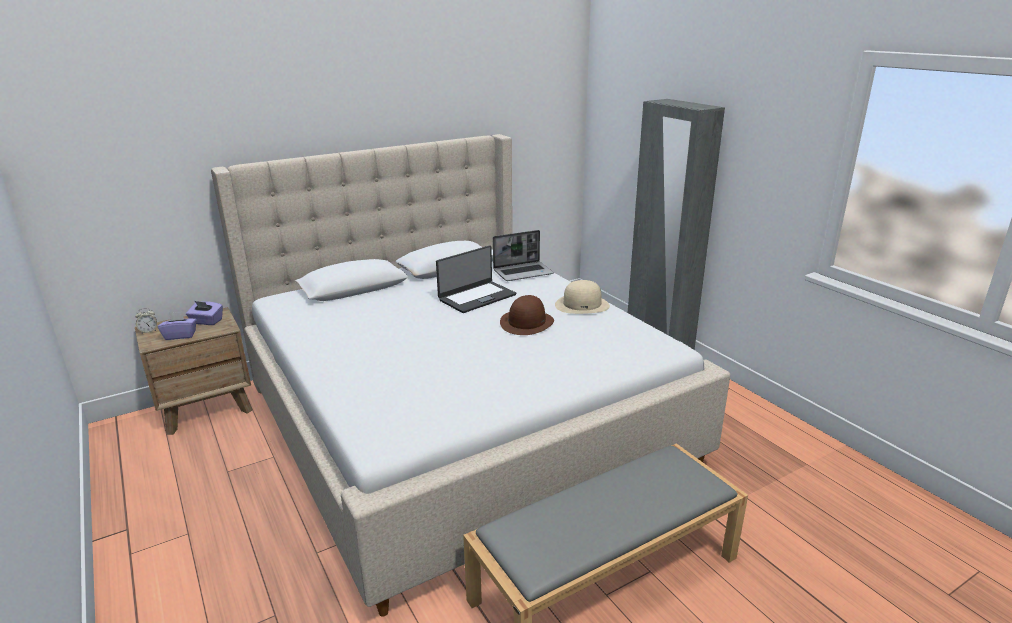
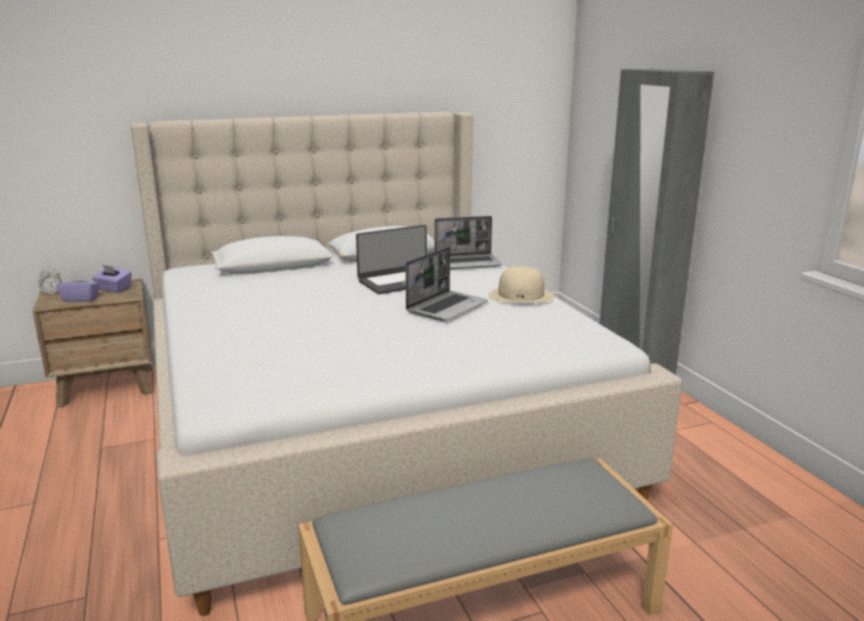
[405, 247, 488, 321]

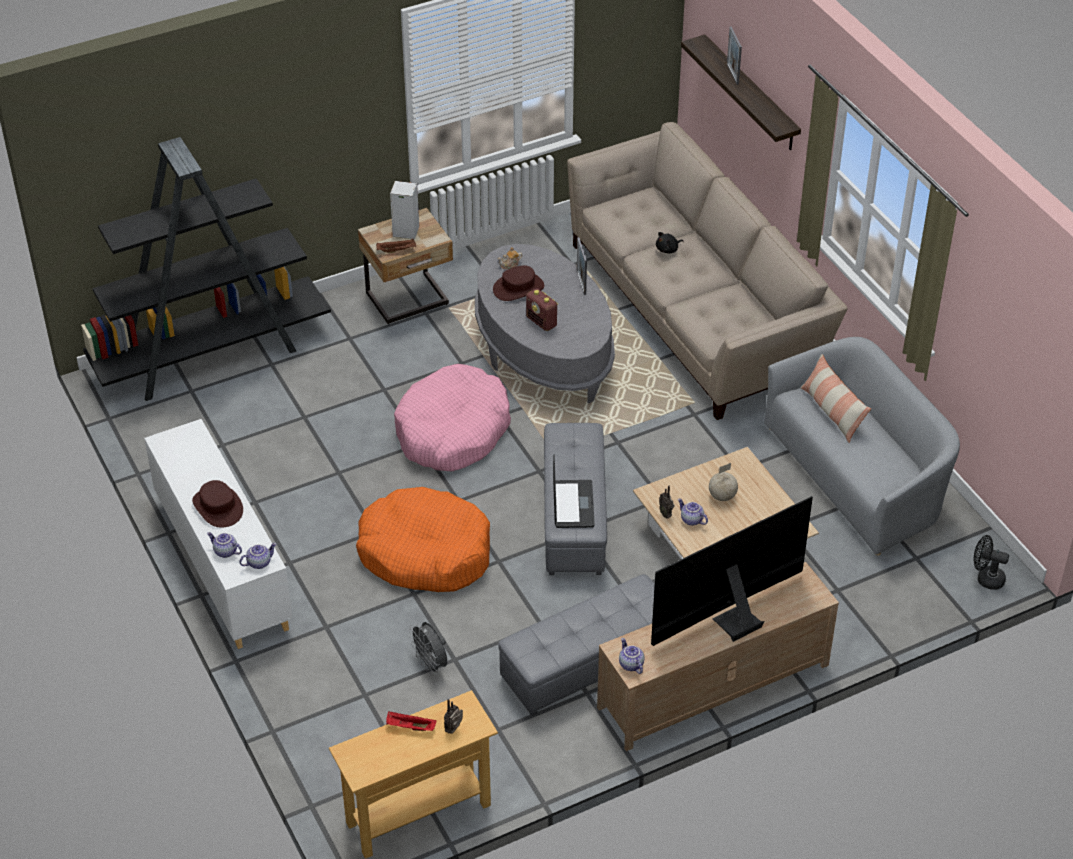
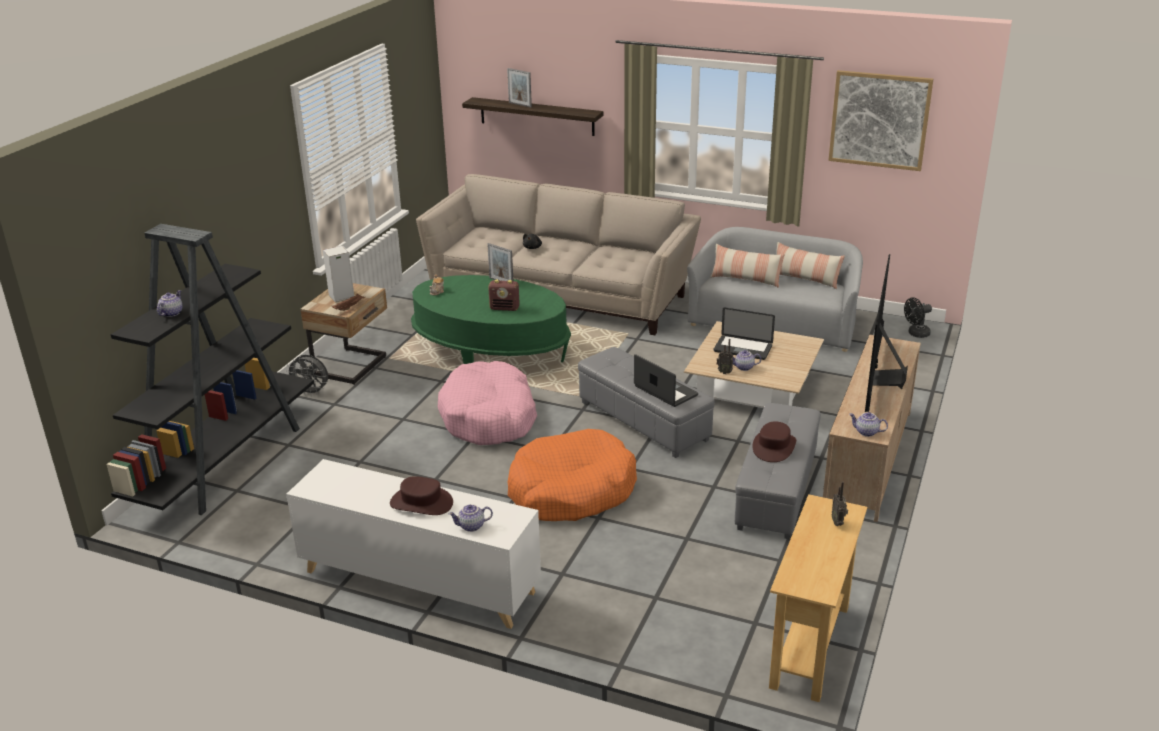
[157, 290, 183, 317]
[286, 355, 328, 396]
[411, 275, 571, 364]
[714, 307, 775, 360]
[753, 421, 796, 462]
[776, 242, 845, 289]
[828, 70, 933, 171]
[386, 711, 436, 731] (first image)

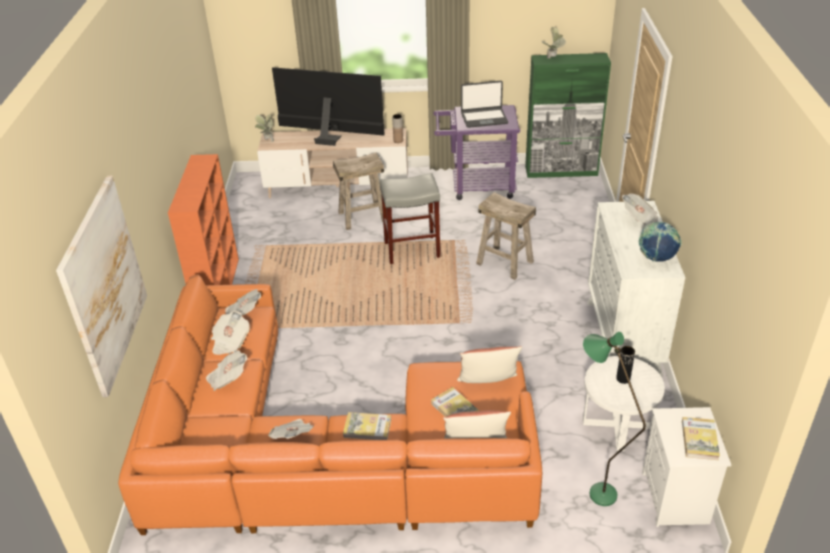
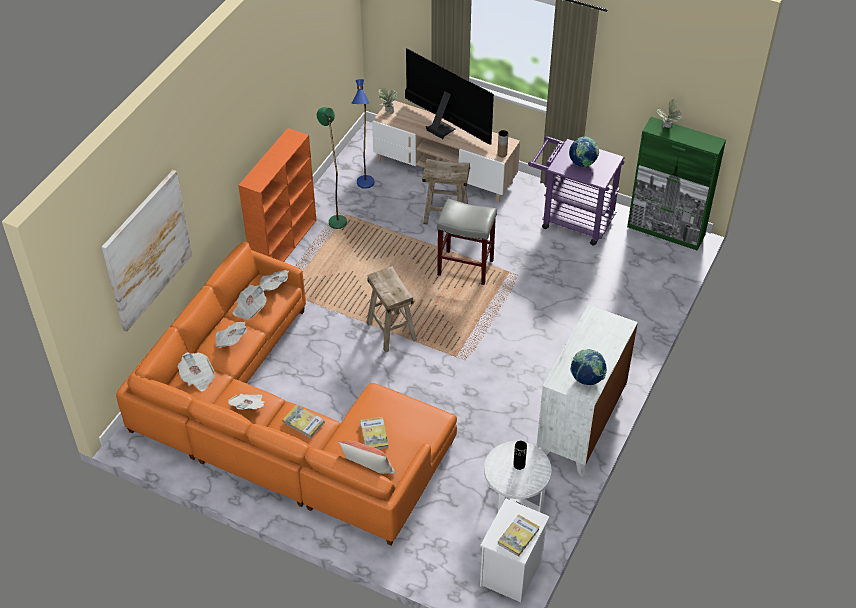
[178, 352, 216, 391]
[317, 107, 347, 229]
[352, 79, 374, 189]
[367, 266, 417, 353]
[569, 137, 599, 168]
[457, 346, 522, 383] (first image)

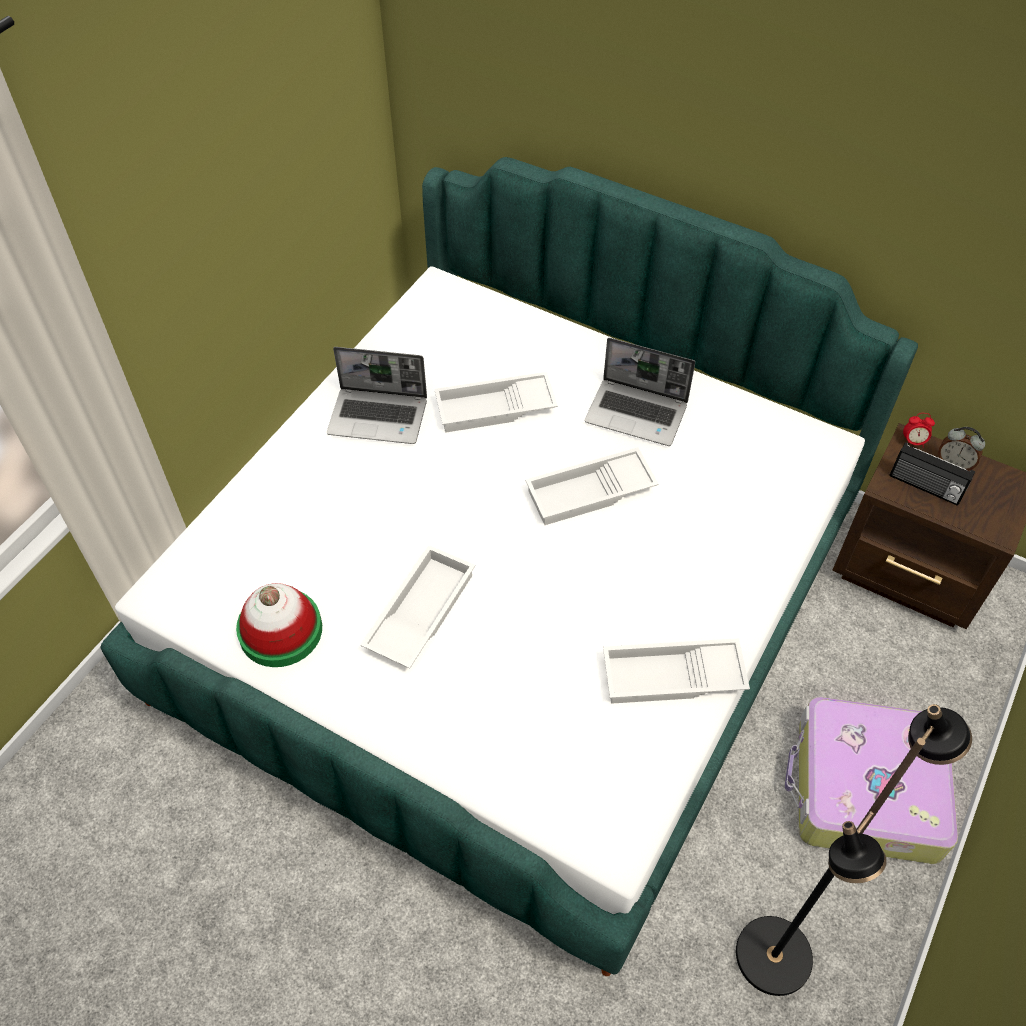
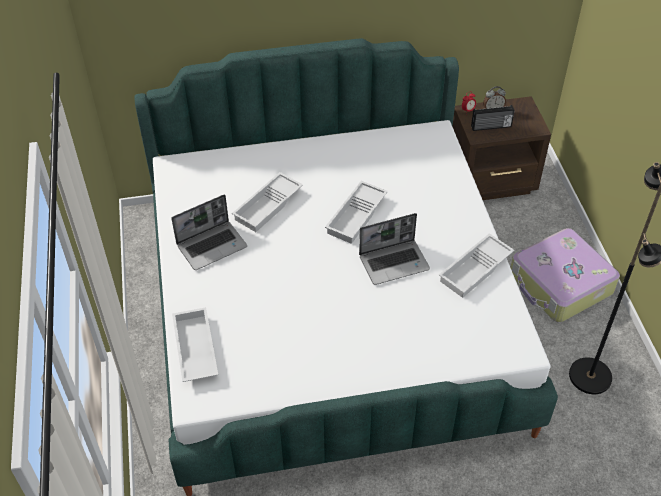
[172, 307, 218, 382]
[359, 213, 430, 285]
[236, 583, 322, 667] (first image)

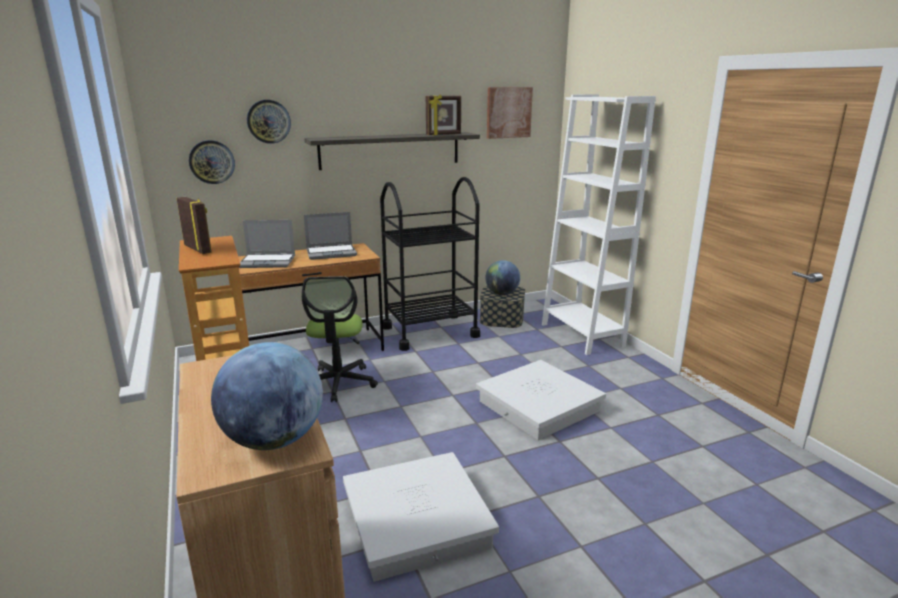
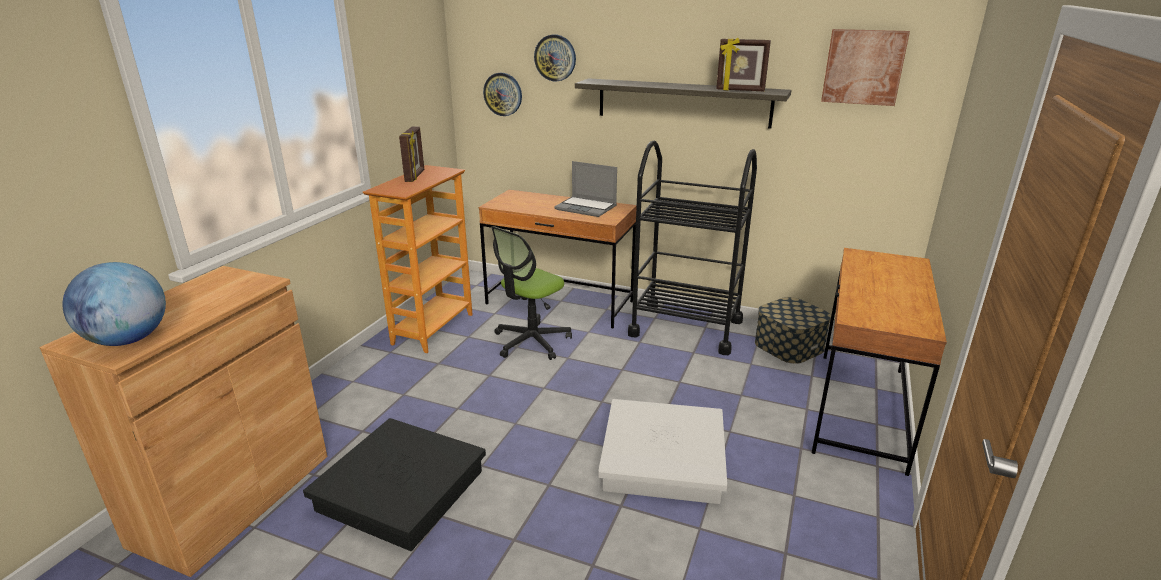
[303, 418, 486, 551]
[812, 248, 947, 476]
[239, 220, 295, 268] (first image)
[485, 260, 520, 295] (first image)

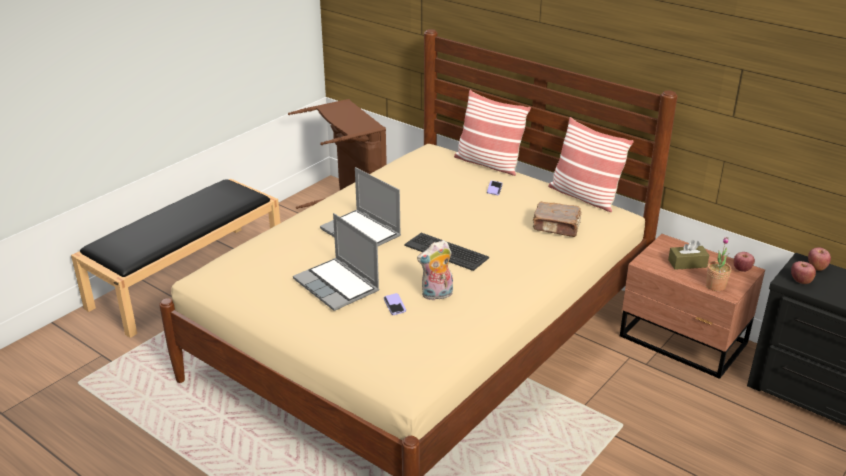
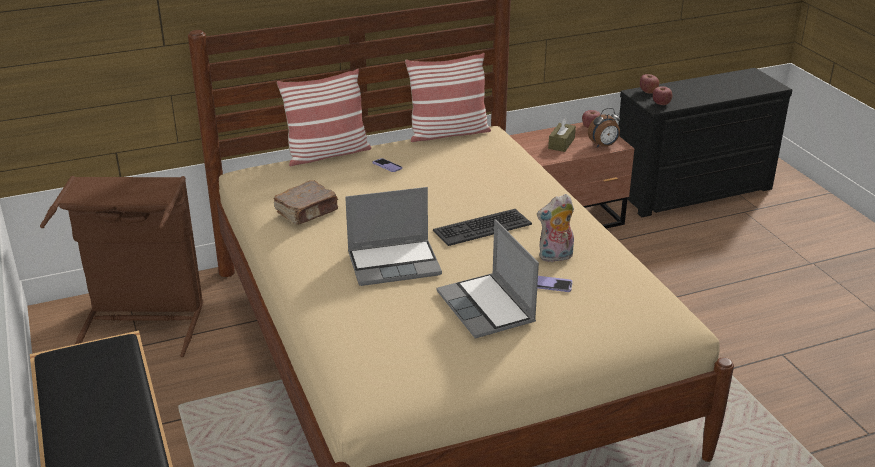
[273, 180, 338, 225]
[437, 219, 539, 339]
[537, 194, 574, 262]
[588, 108, 620, 148]

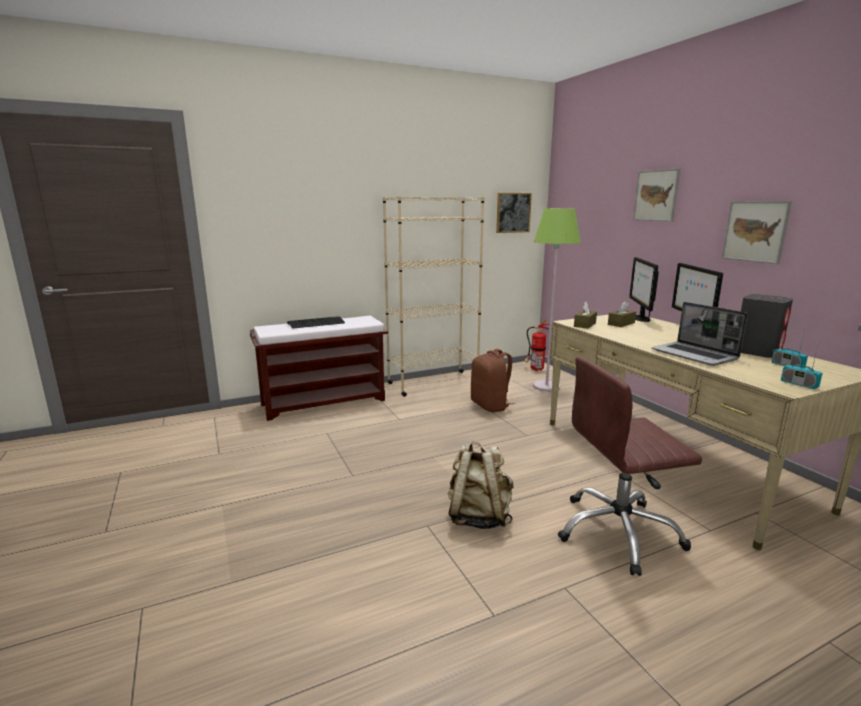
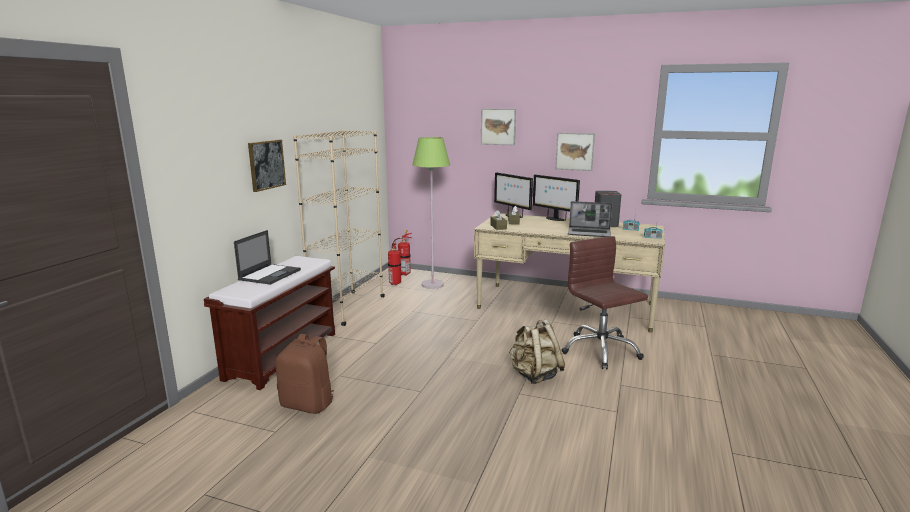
[234, 230, 301, 285]
[248, 139, 286, 192]
[276, 334, 334, 414]
[388, 242, 401, 286]
[561, 236, 648, 369]

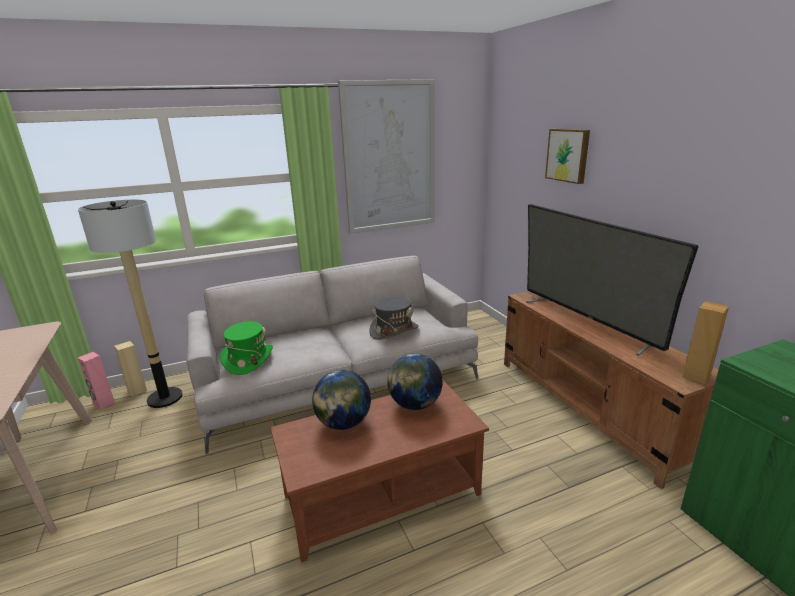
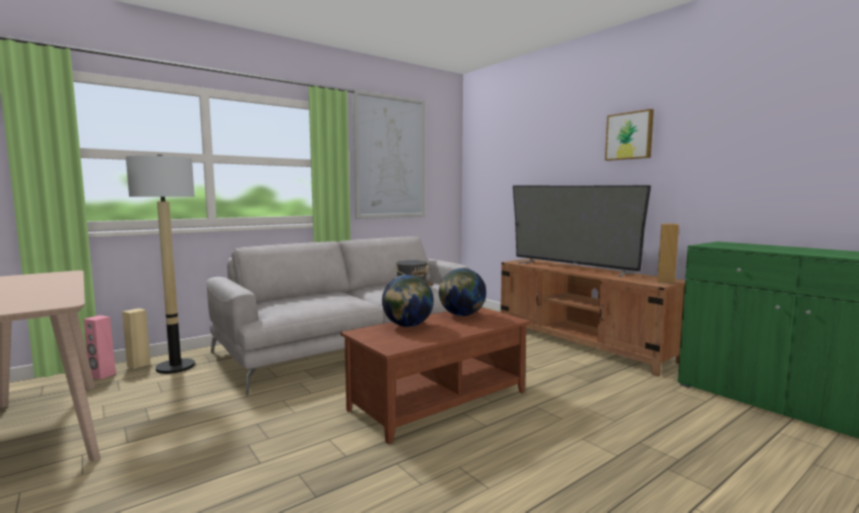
[605, 109, 654, 161]
[220, 321, 273, 375] (first image)

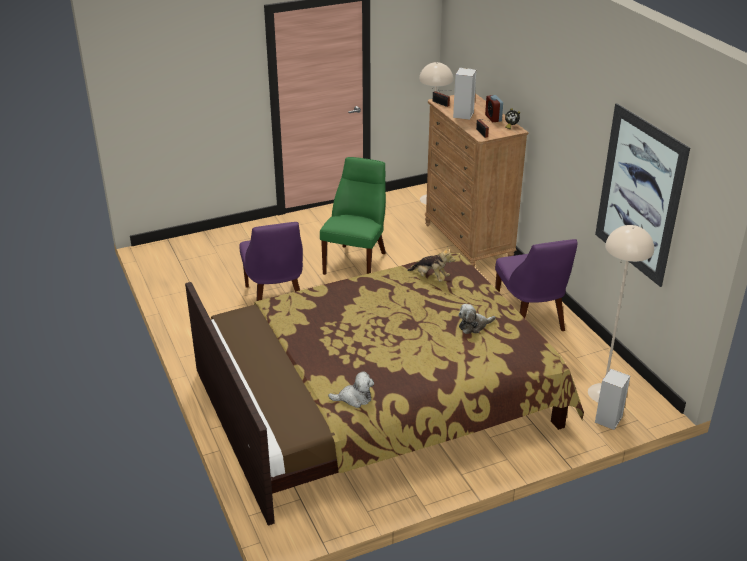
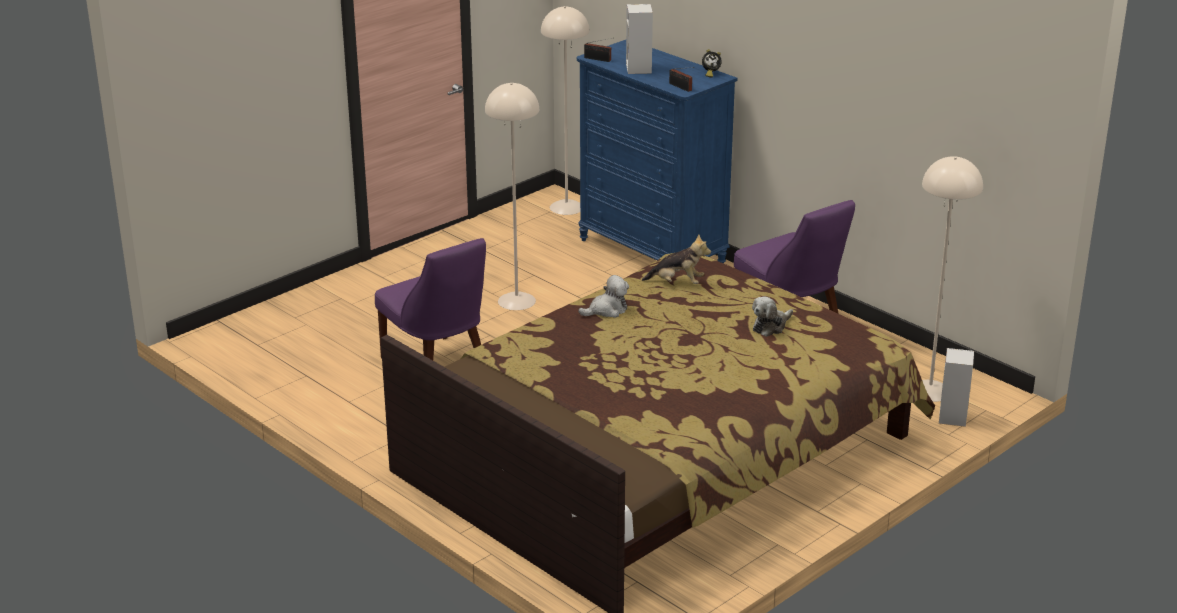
[485, 83, 539, 310]
[577, 40, 737, 263]
[578, 275, 629, 318]
[485, 95, 503, 122] (first image)
[595, 103, 690, 287] (first image)

